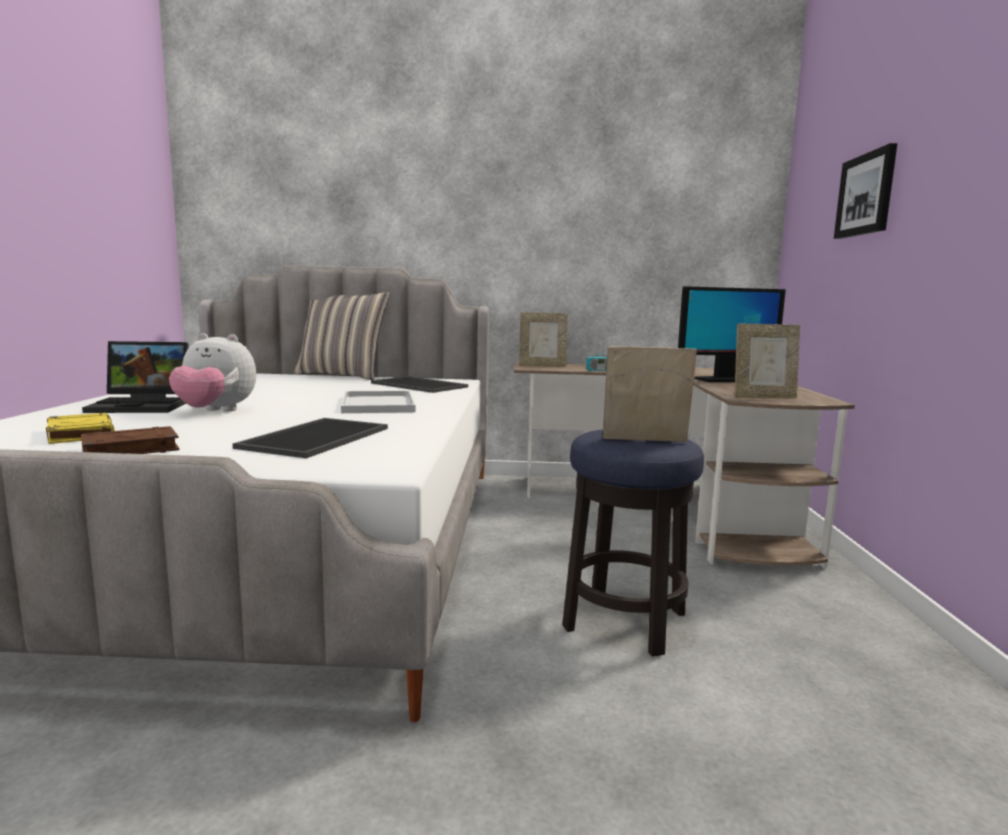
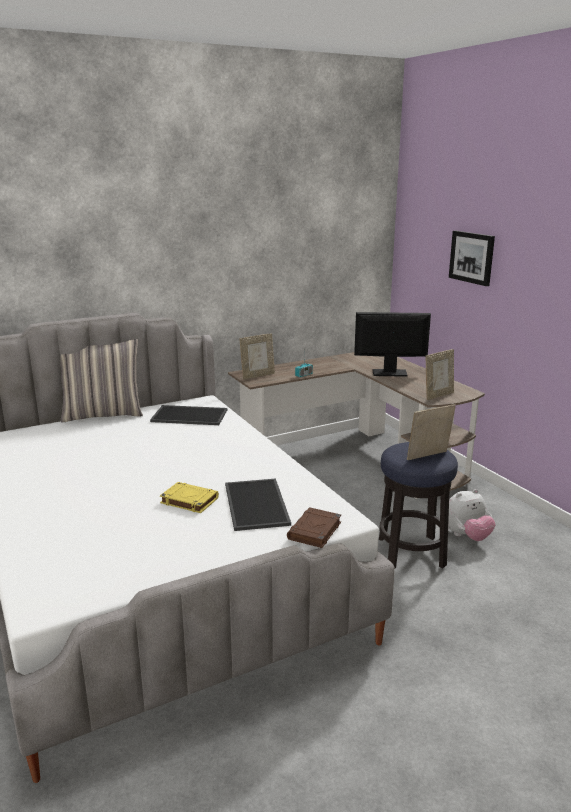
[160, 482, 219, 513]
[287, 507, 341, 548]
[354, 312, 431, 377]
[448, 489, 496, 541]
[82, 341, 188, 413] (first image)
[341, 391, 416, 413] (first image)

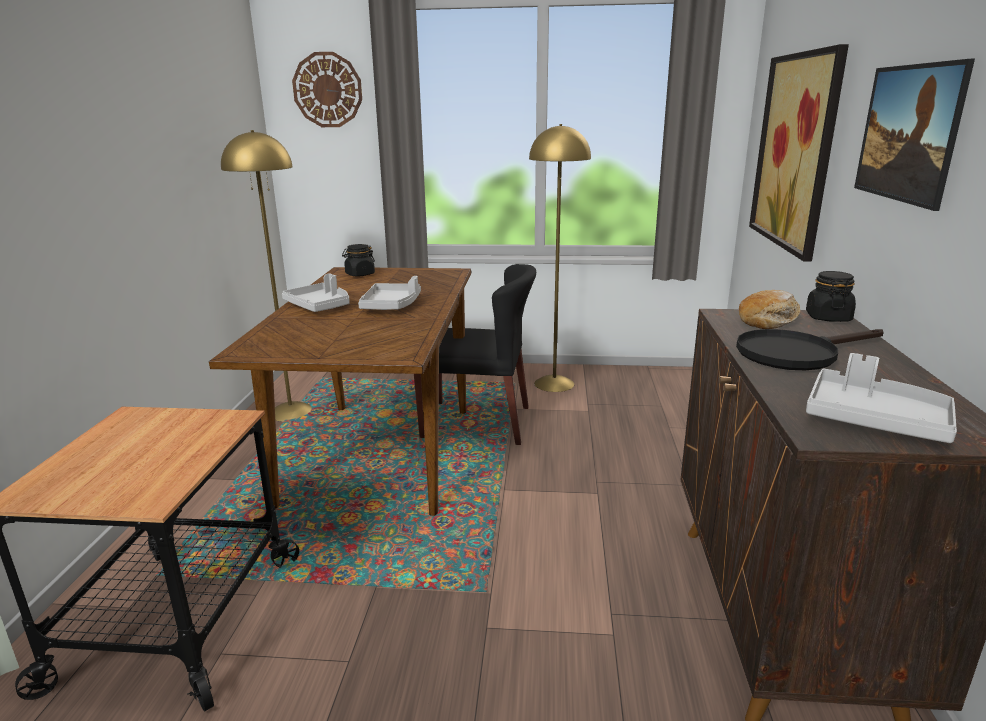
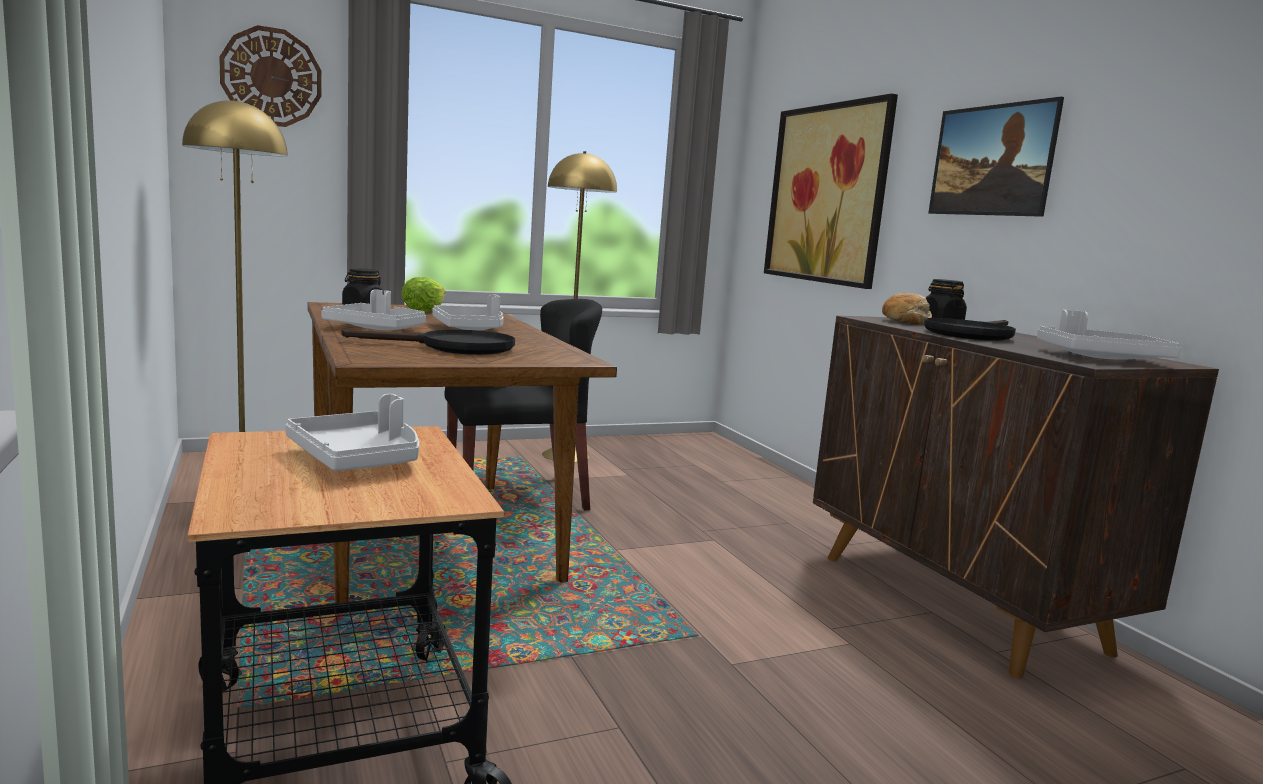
[286, 394, 419, 471]
[341, 330, 515, 355]
[401, 277, 446, 312]

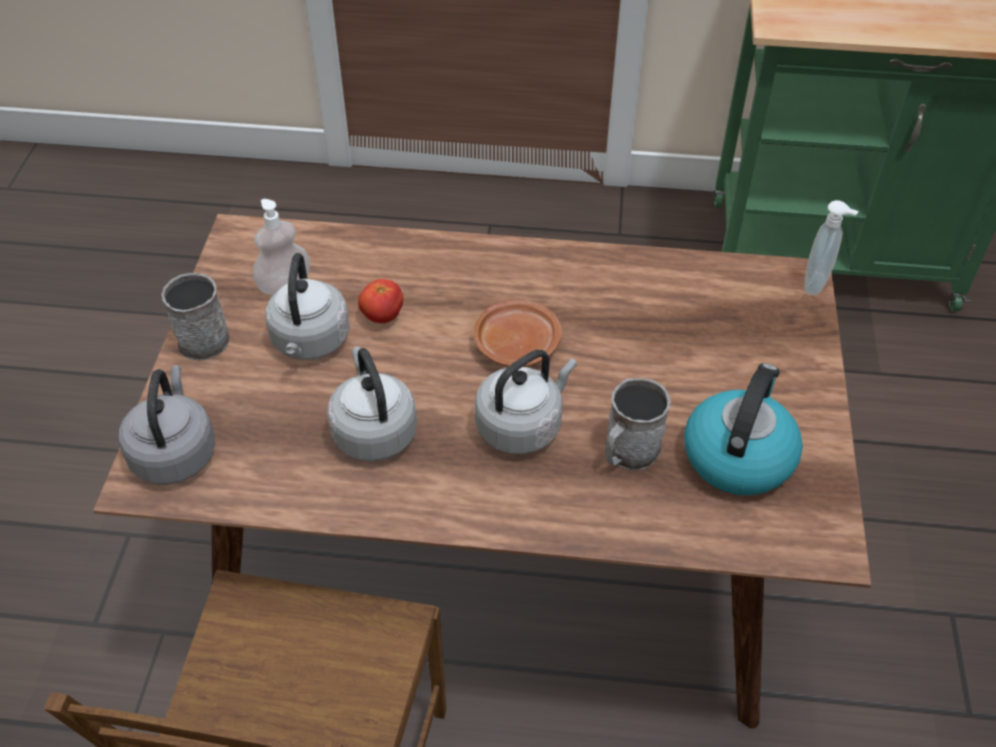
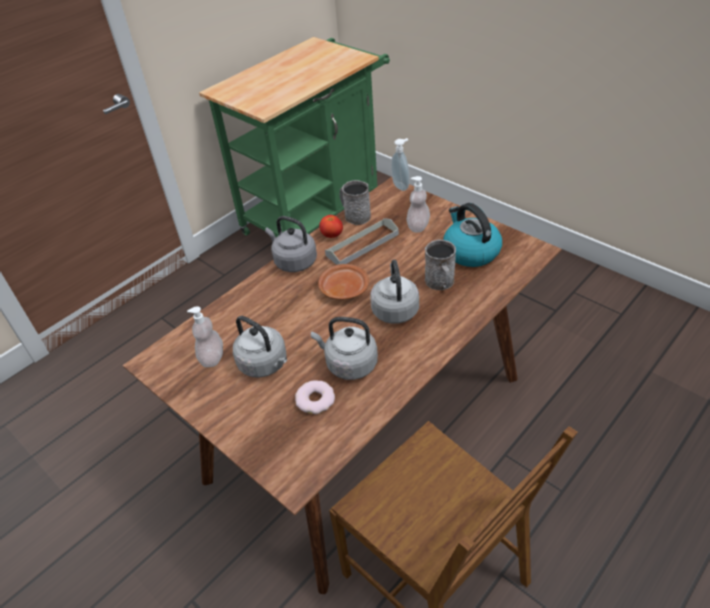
[265, 216, 317, 272]
[295, 380, 335, 414]
[319, 215, 343, 238]
[325, 218, 399, 265]
[340, 180, 371, 225]
[407, 176, 430, 233]

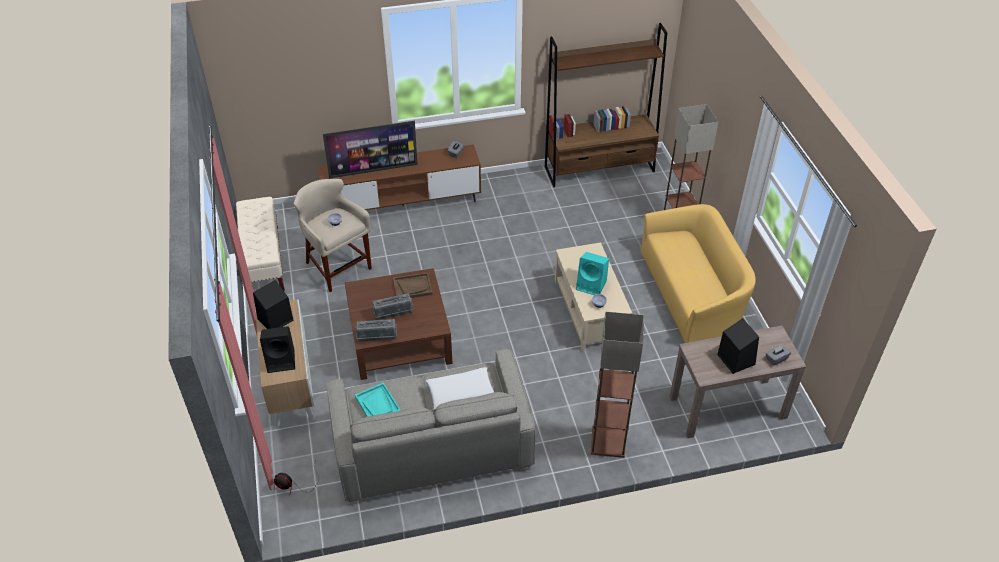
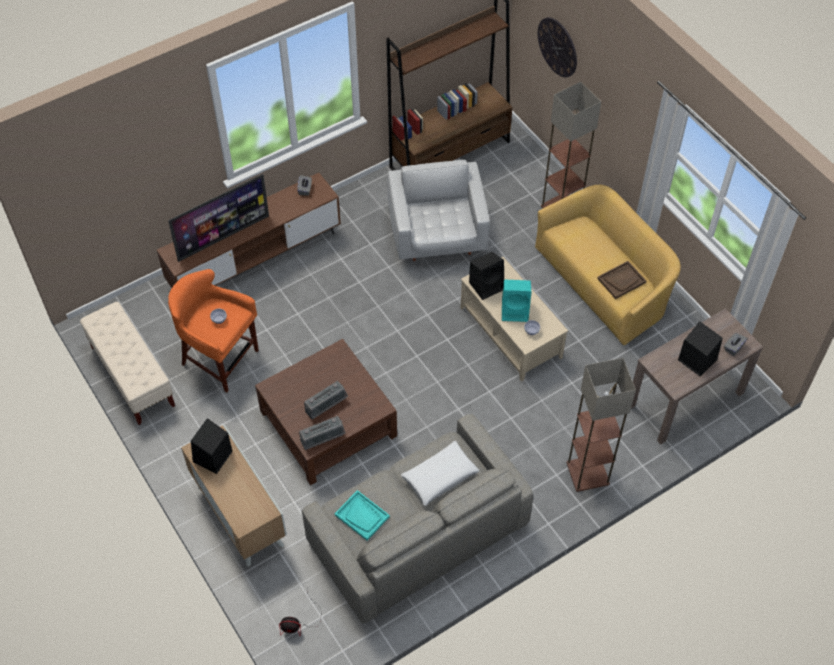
[168, 269, 259, 393]
[387, 160, 490, 261]
[469, 252, 504, 300]
[538, 17, 577, 77]
[597, 261, 646, 299]

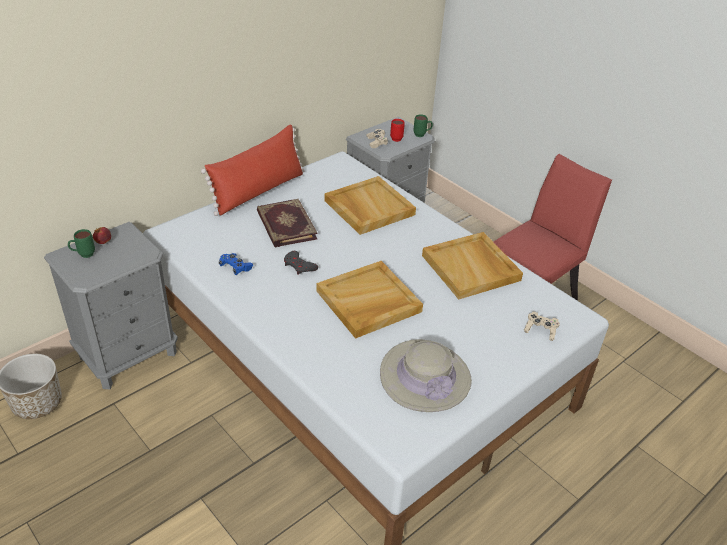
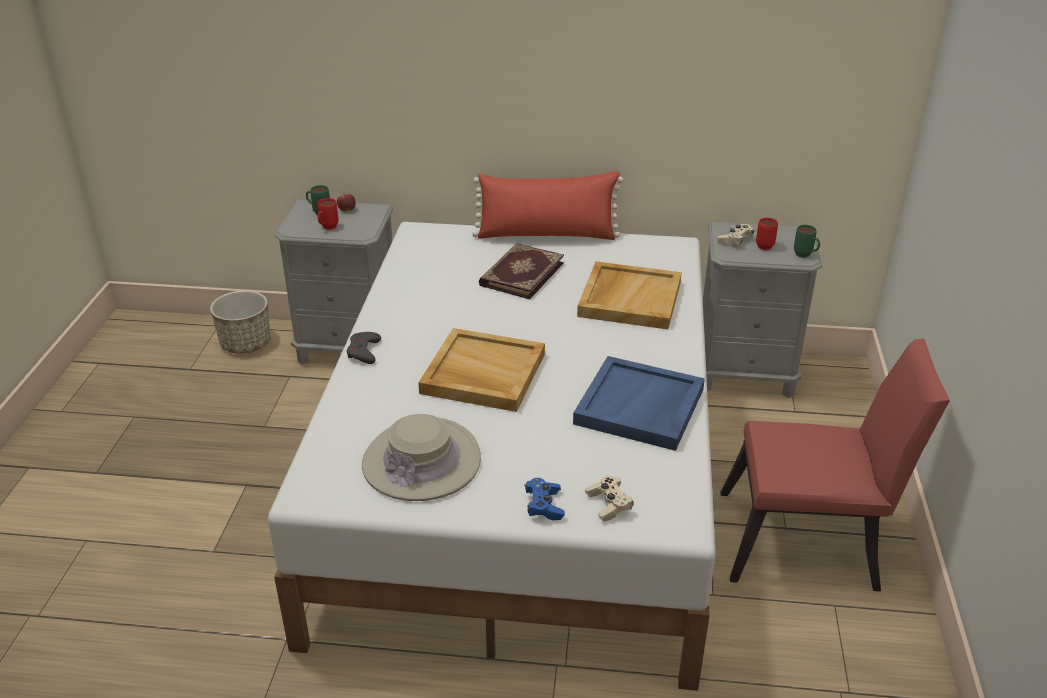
[318, 198, 339, 230]
[346, 332, 381, 364]
[525, 478, 565, 520]
[573, 356, 705, 451]

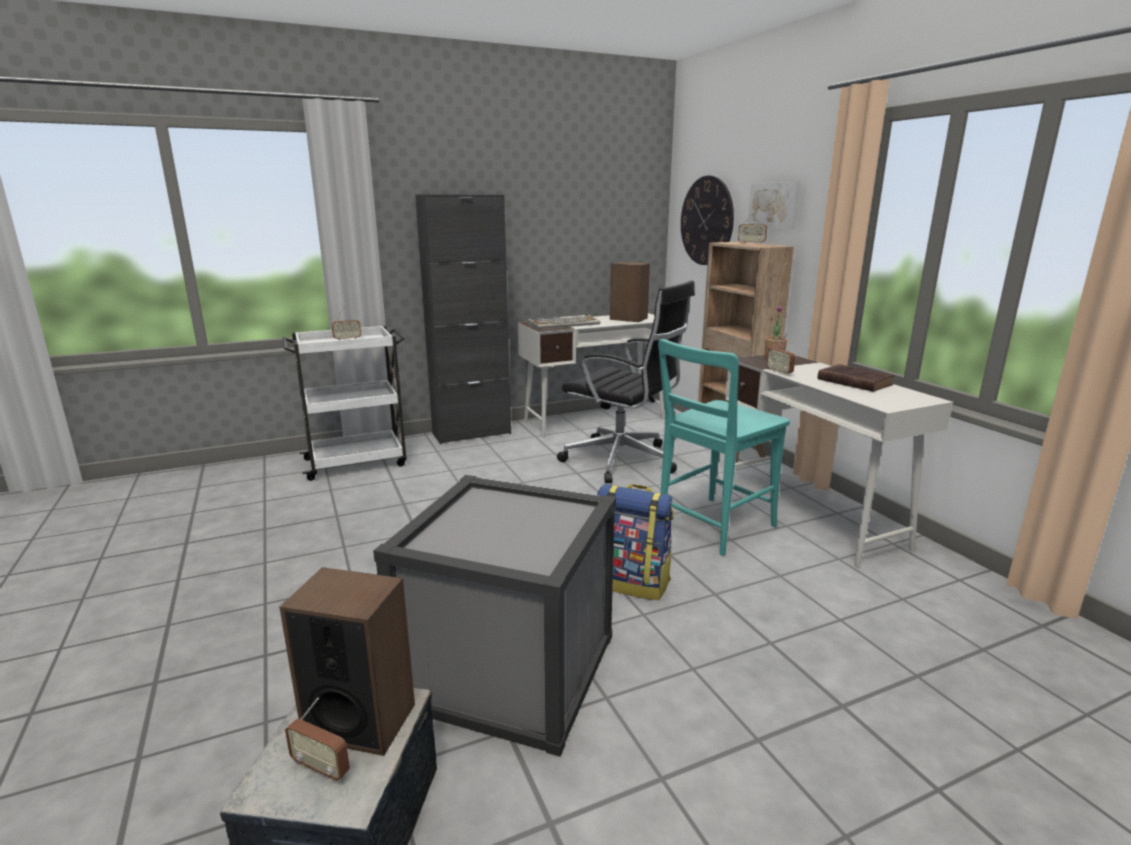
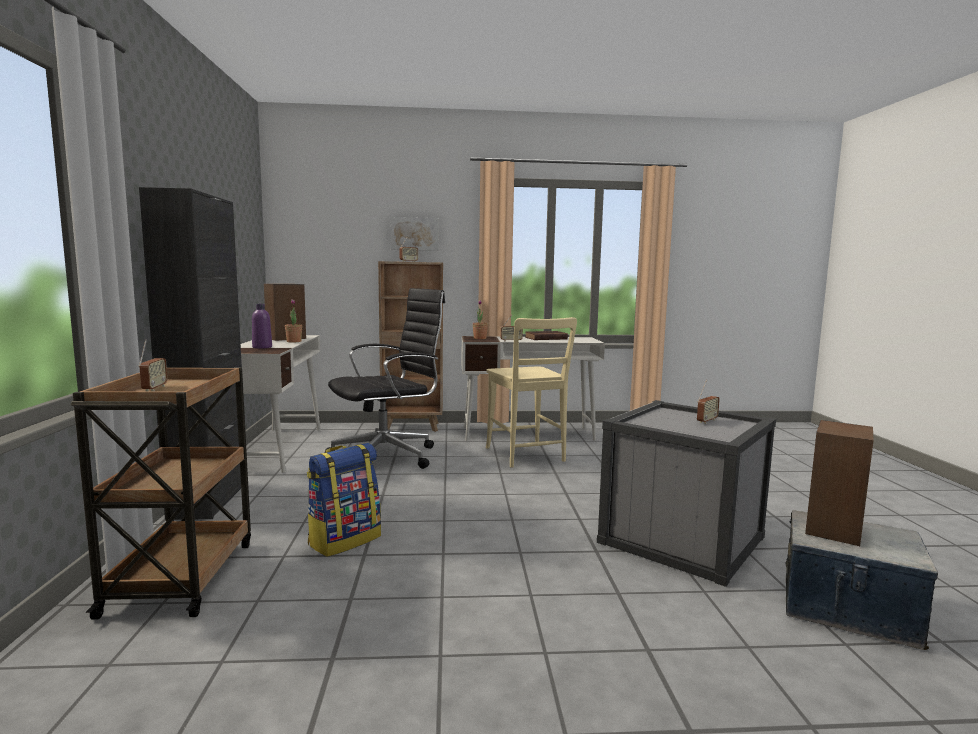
[71, 367, 251, 620]
[252, 304, 272, 349]
[285, 300, 302, 342]
[307, 443, 381, 557]
[486, 317, 577, 467]
[697, 380, 720, 424]
[681, 176, 734, 265] (first image)

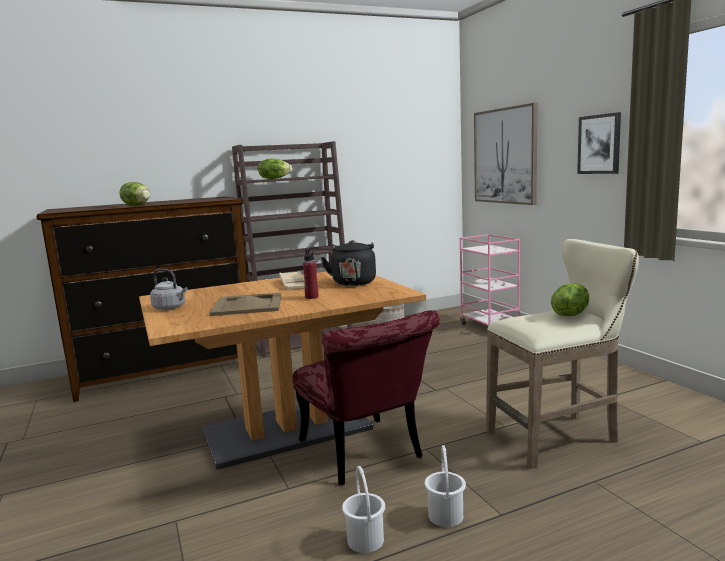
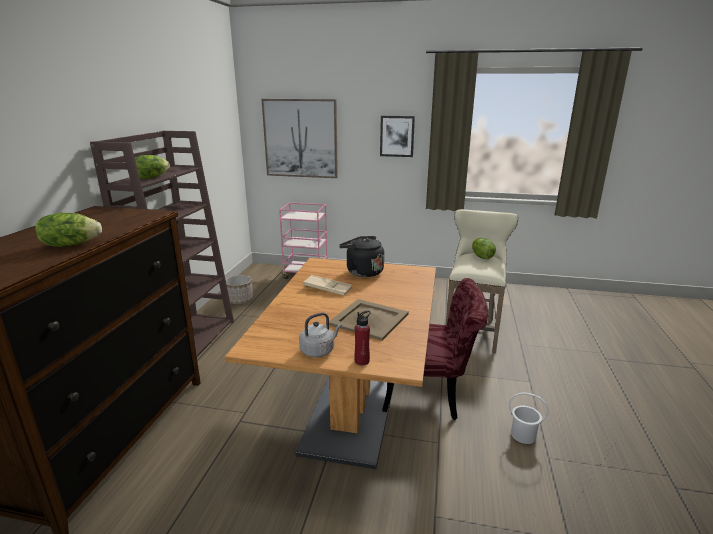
[354, 311, 371, 365]
[425, 445, 466, 527] (first image)

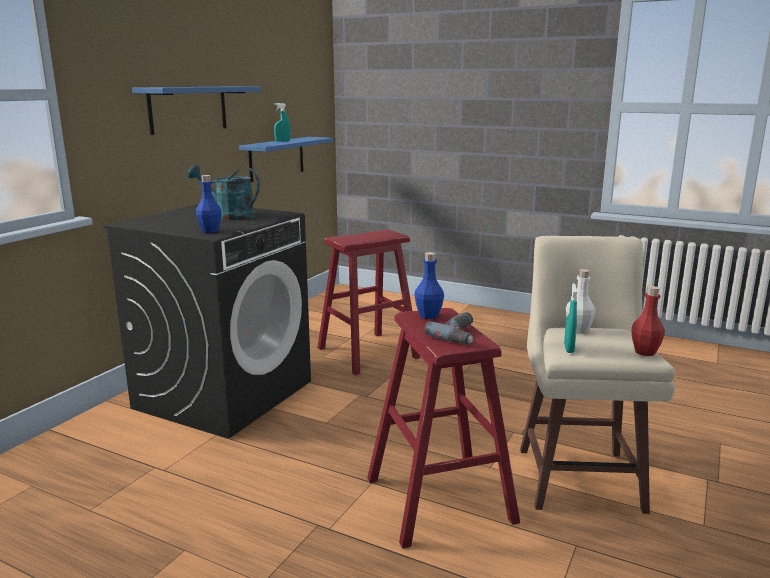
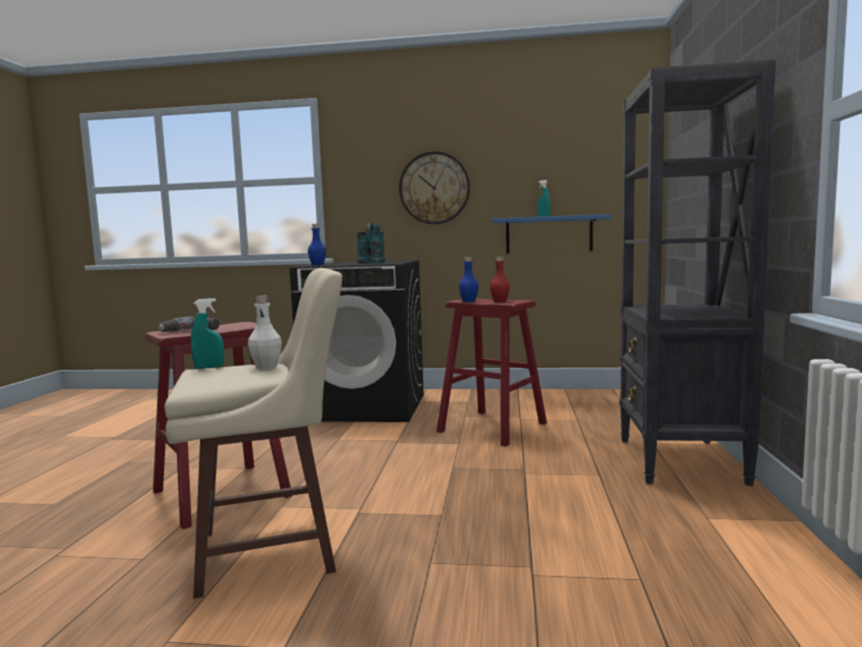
[399, 151, 470, 224]
[458, 257, 479, 302]
[490, 256, 510, 302]
[619, 59, 776, 486]

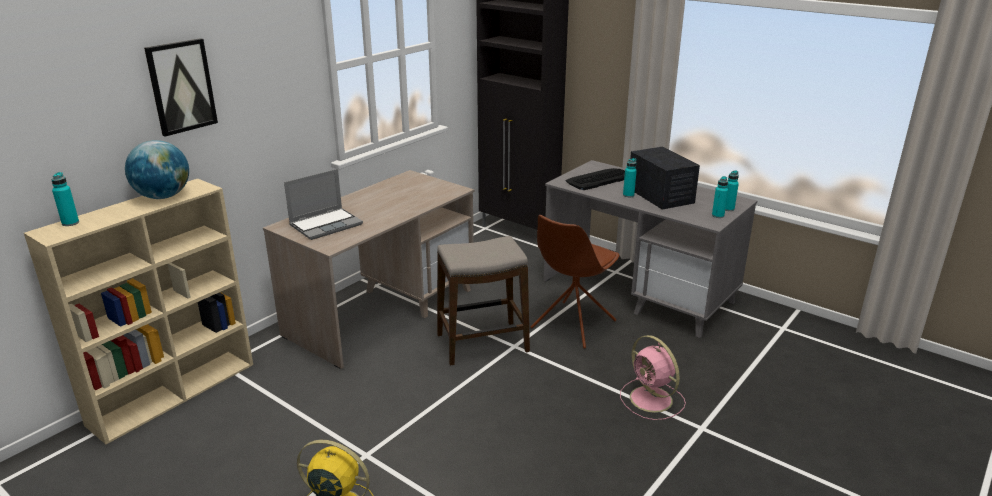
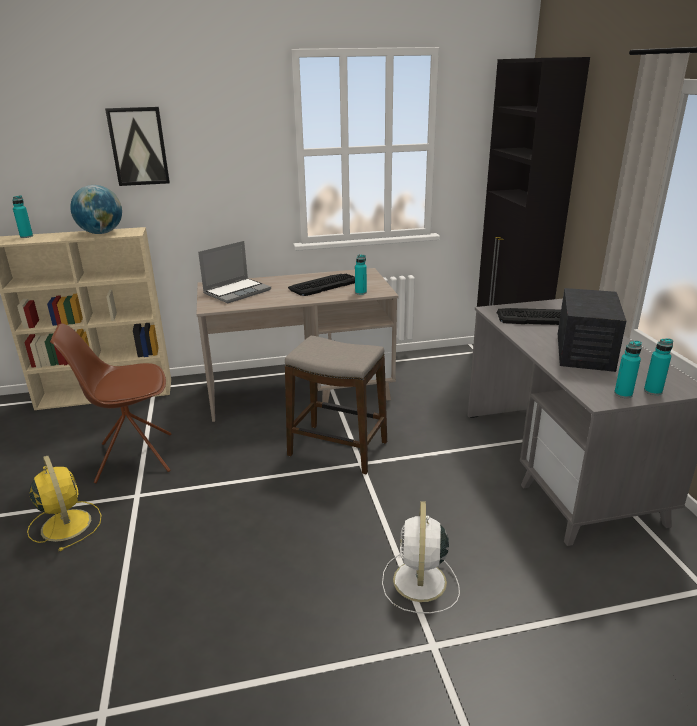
[50, 324, 171, 483]
[198, 241, 271, 303]
[288, 274, 355, 296]
[355, 254, 367, 295]
[382, 501, 460, 614]

